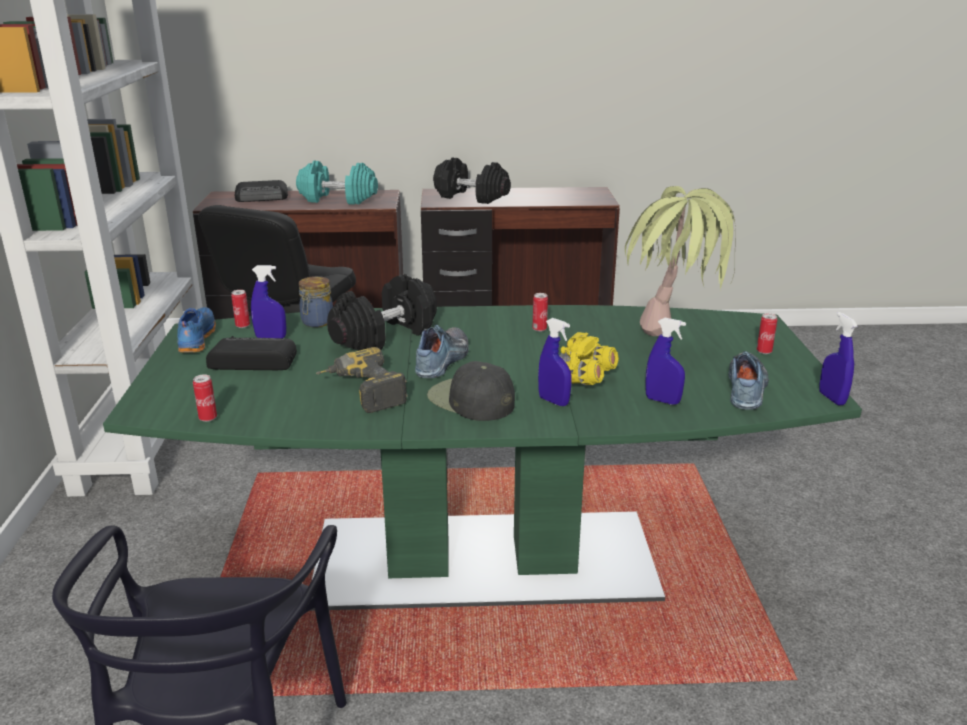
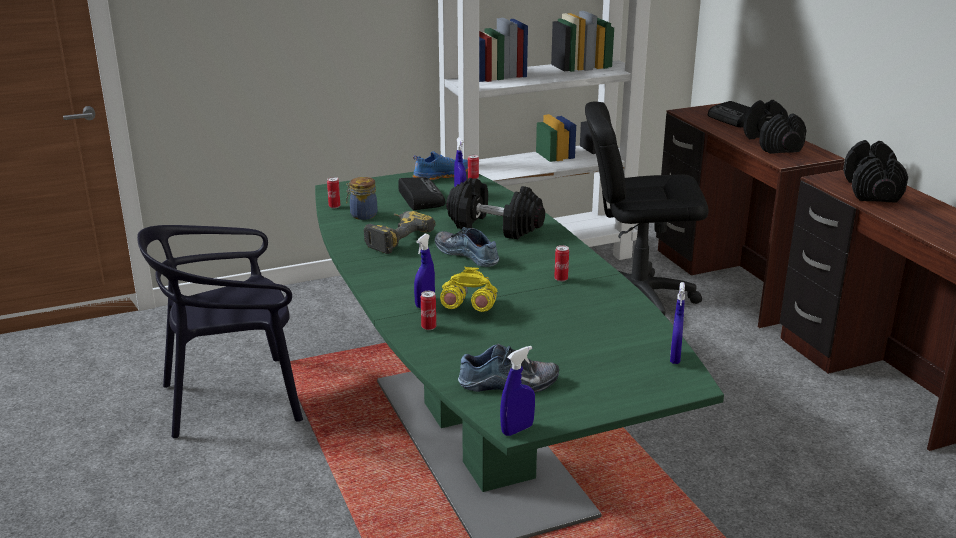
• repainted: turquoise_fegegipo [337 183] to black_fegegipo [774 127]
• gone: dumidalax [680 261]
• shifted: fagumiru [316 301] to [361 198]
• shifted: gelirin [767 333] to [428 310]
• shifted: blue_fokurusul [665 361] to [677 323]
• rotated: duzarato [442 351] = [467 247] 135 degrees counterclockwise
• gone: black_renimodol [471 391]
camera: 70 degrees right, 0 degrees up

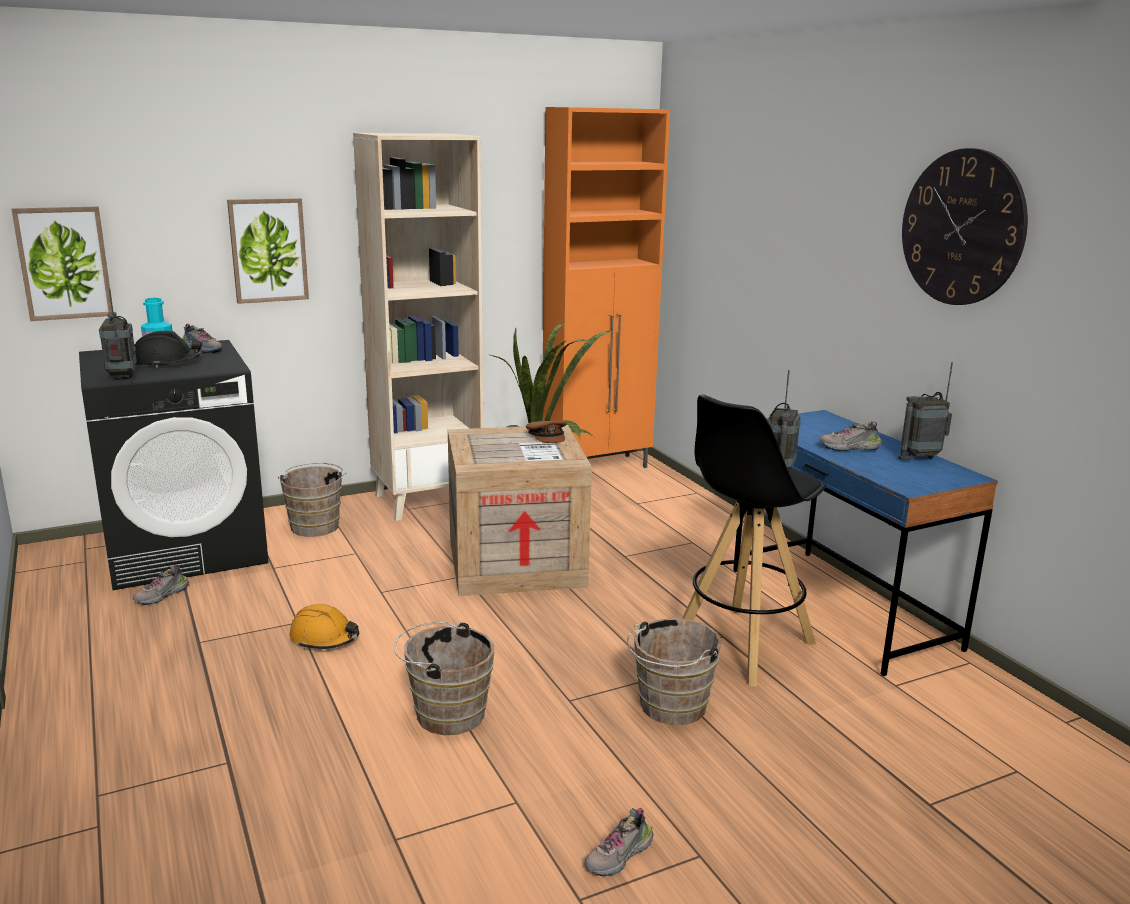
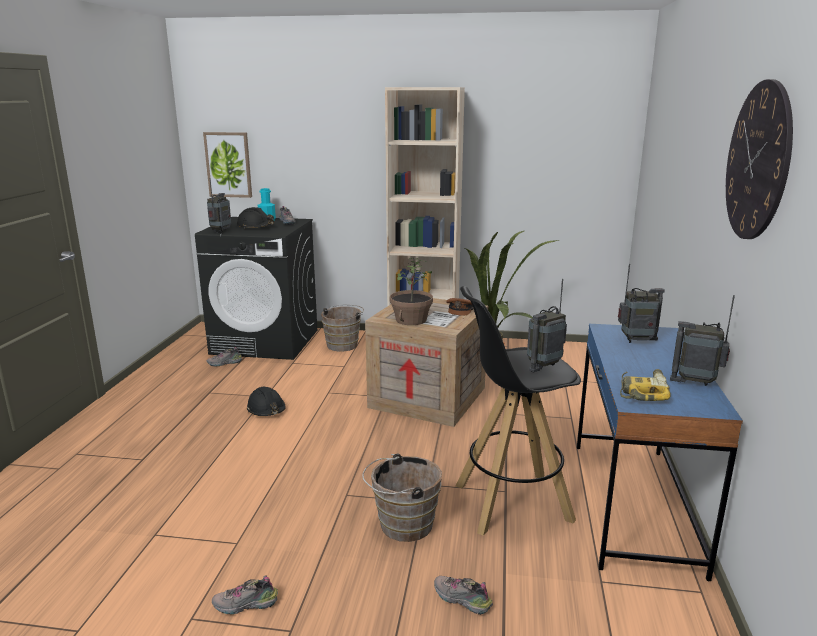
• gone: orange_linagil [606 287]
• gone: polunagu [268 251]
• shifted: duzarato [851 436] to [463 595]
• repainted: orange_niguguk [324 626] to black_niguguk [266 401]
• gone: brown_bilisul [444 678]
• new: dumidalax [411 291]
• new: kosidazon [641 303]
• new: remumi [645 385]
camera: 35 degrees right, 0 degrees up

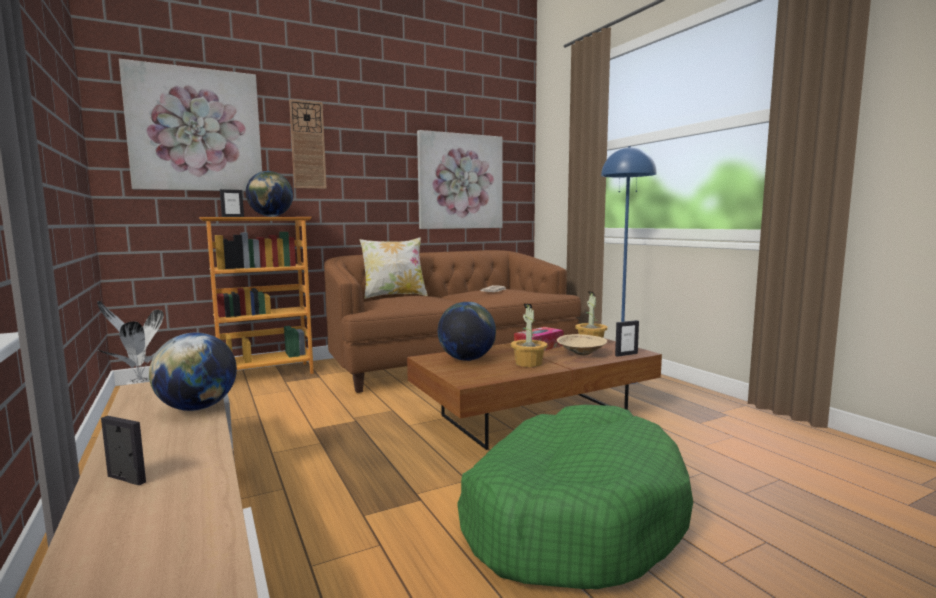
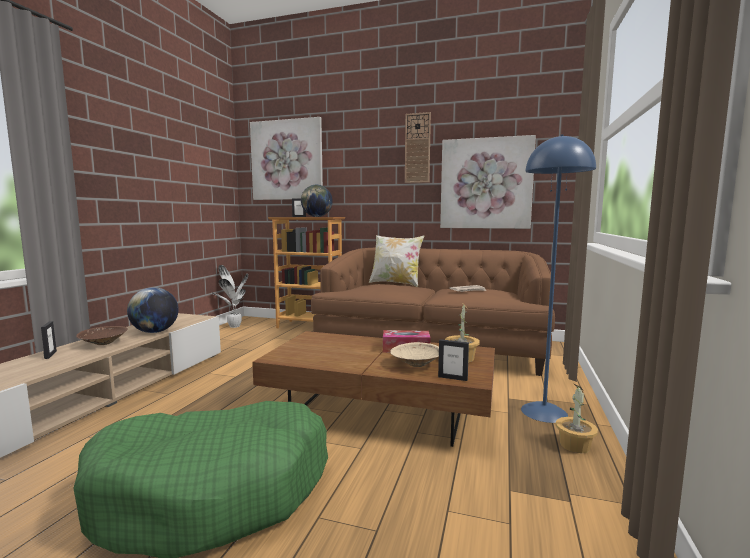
• shifted: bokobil [308 144] to [418 147]
• gone: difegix [467 331]
• shifted: dumidalax [529 335] to [576 418]
• new: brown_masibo [102 335]
camera: 45 degrees right, 0 degrees up

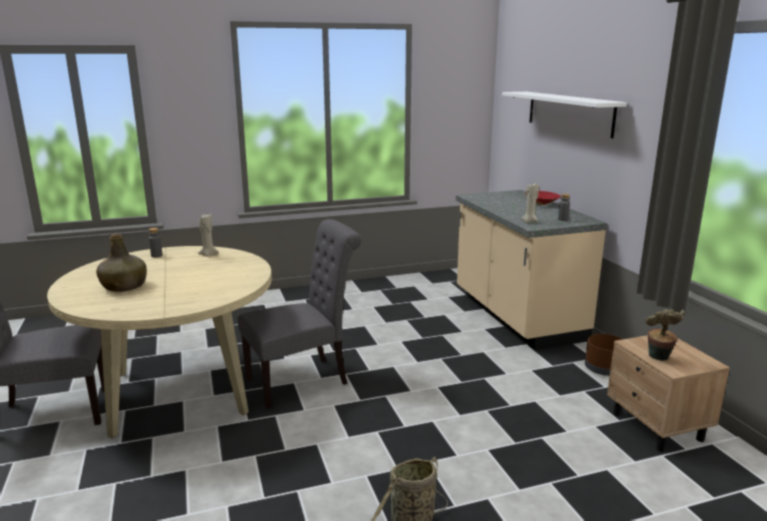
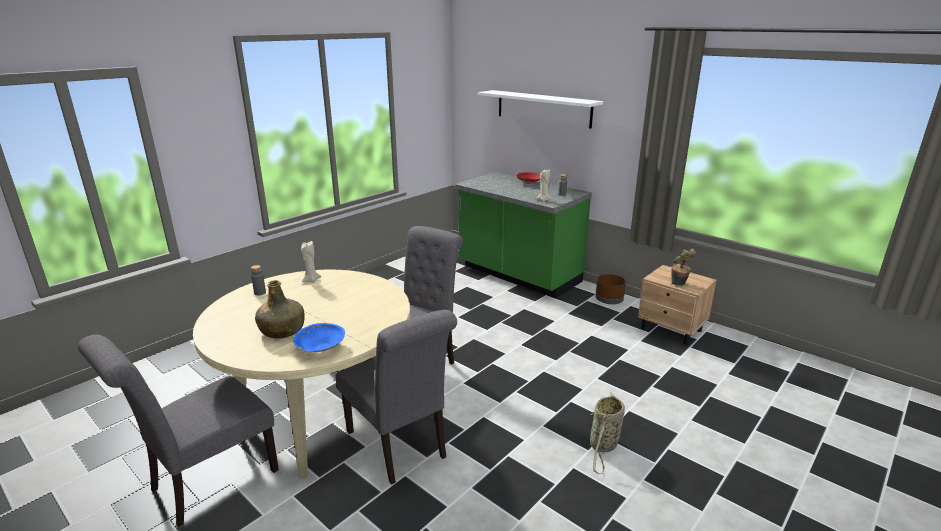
• repainted: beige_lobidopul [531 270] to green_lobidopul [523 235]
• new: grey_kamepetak [396 397]
• new: blue_masibo [319 337]
camera: 30 degrees left, 5 degrees up

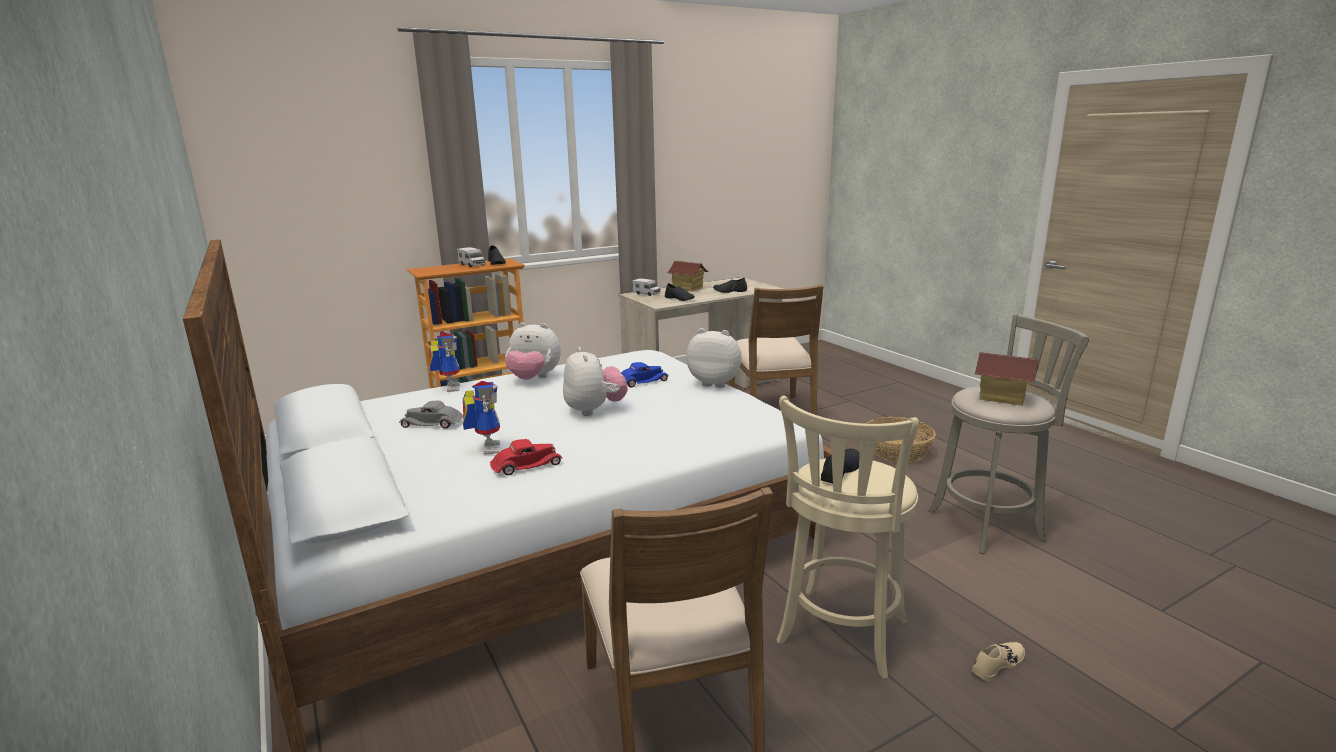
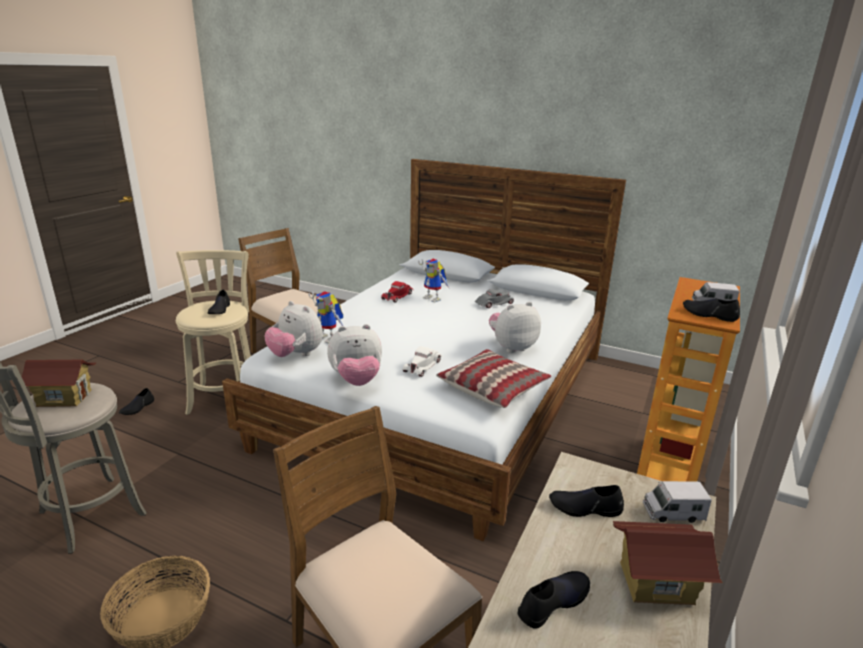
• shifted: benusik [444 362] to [325 317]
• shifted: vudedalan [595 381] to [294 329]
• repainted: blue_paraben [644 374] to white_paraben [422 361]
• repainted: beige_duzarato [998 661] to black_duzarato [136 401]
• new: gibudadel [493 378]
camera: 145 degrees right, 5 degrees up

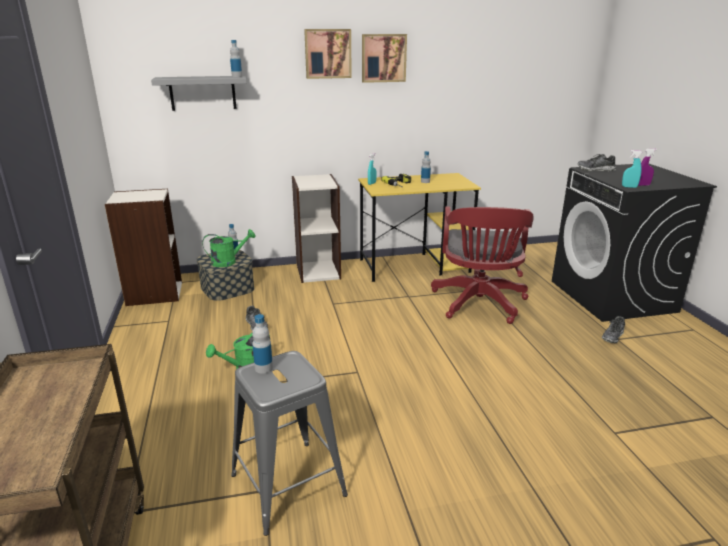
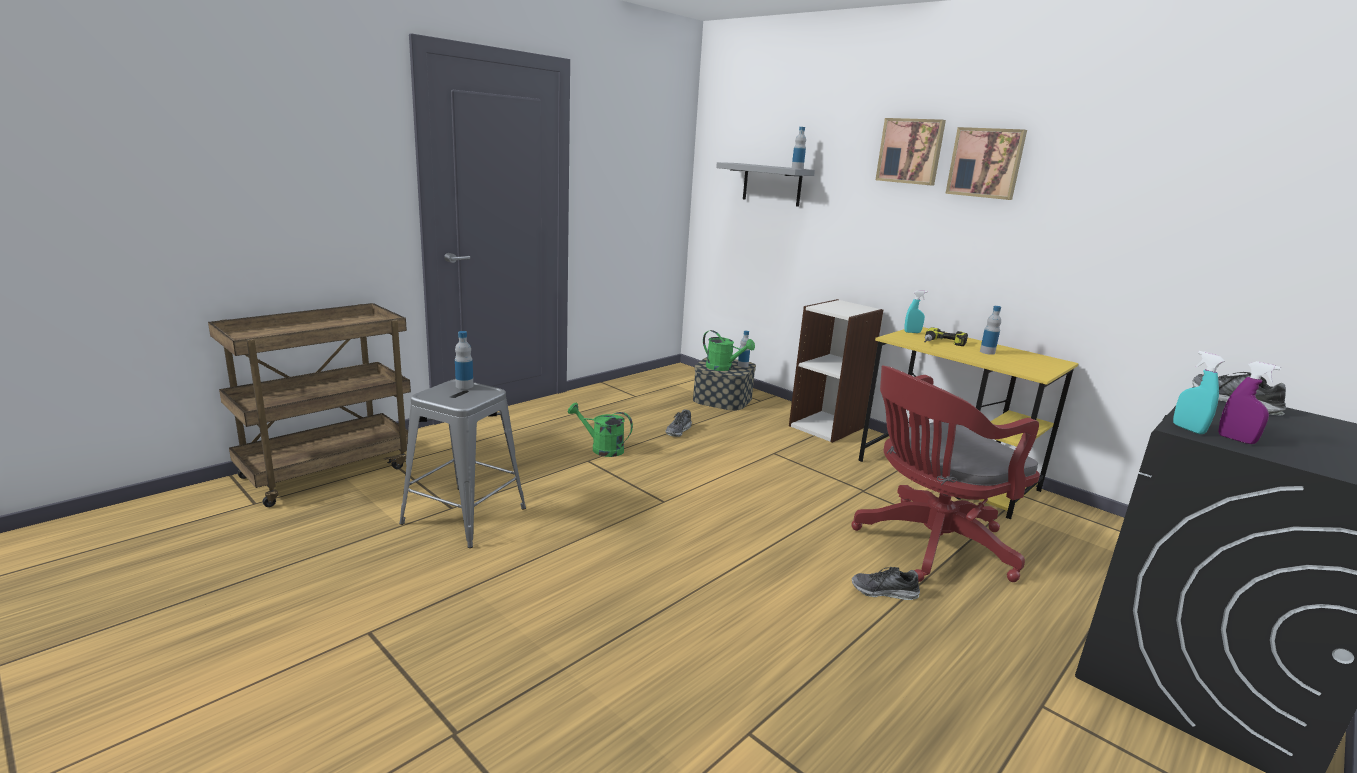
• gone: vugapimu [143 247]
• shifted: duzarato [613 329] to [886 583]
camera: 55 degrees right, 5 degrees down

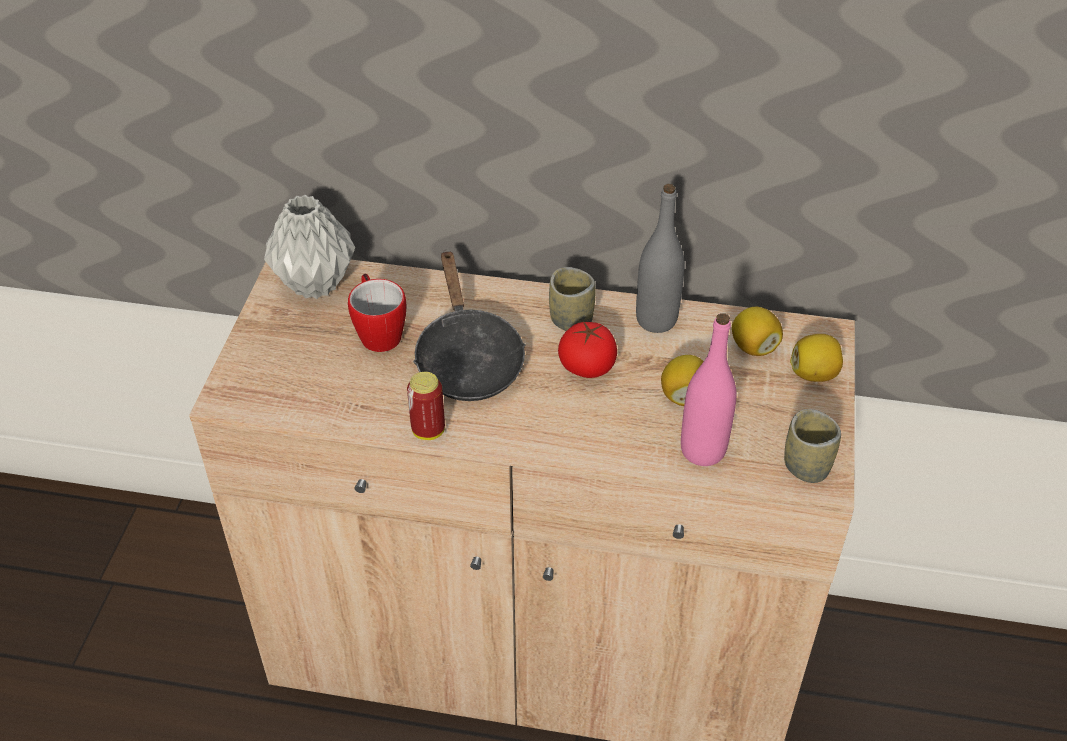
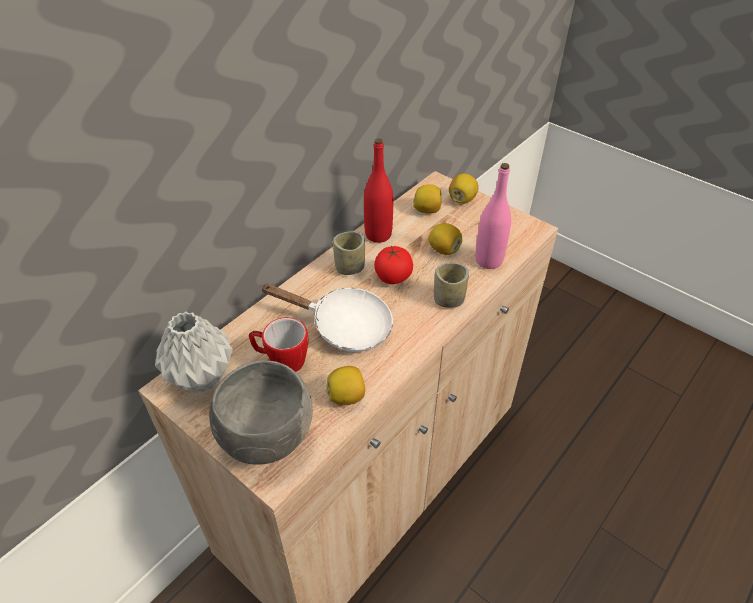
• repainted: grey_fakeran [660 258] to red_fakeran [378 190]
• repainted: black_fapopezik [469 325] to white_fapopezik [326 318]
• gone: gelirin [426 406]
• shifted: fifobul [812 446] to [451 285]
• new: grey_masibo [261 413]
• new: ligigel [345 385]
camera: 60 degrees left, 0 degrees up

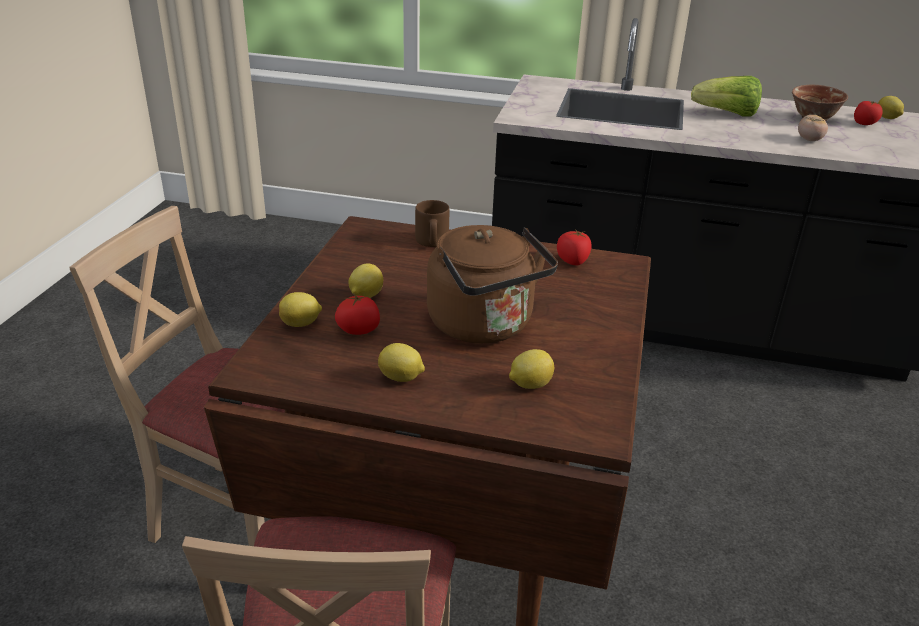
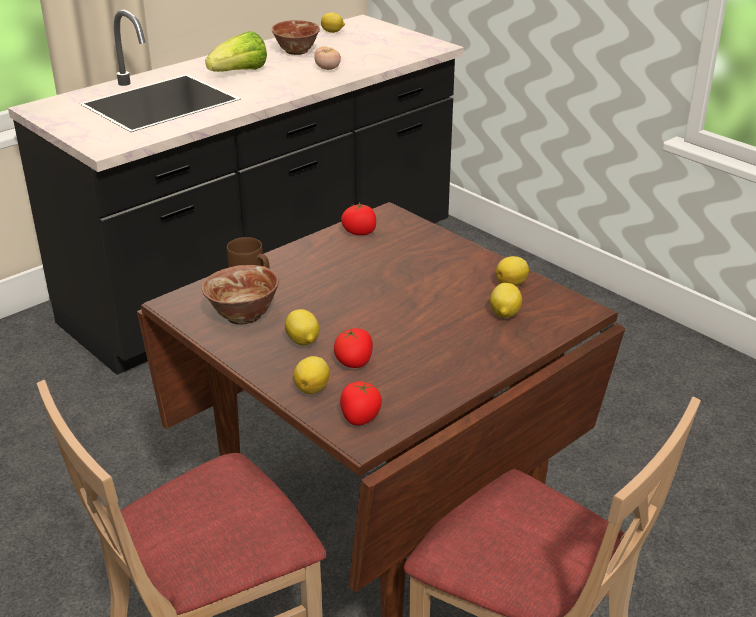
• shifted: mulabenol [868 113] to [361 403]
• gone: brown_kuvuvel [492 284]
• shifted: ligigel [401 362] to [512 271]
• new: masibo [240 295]
camera: 55 degrees left, 0 degrees up

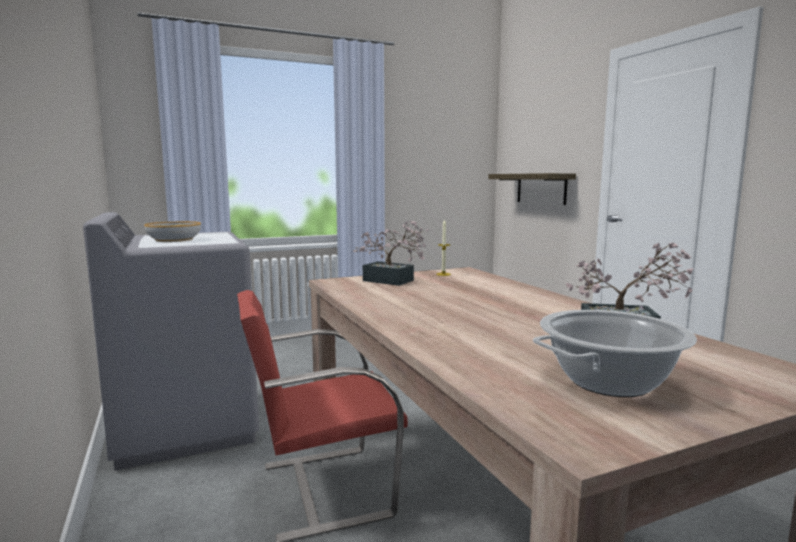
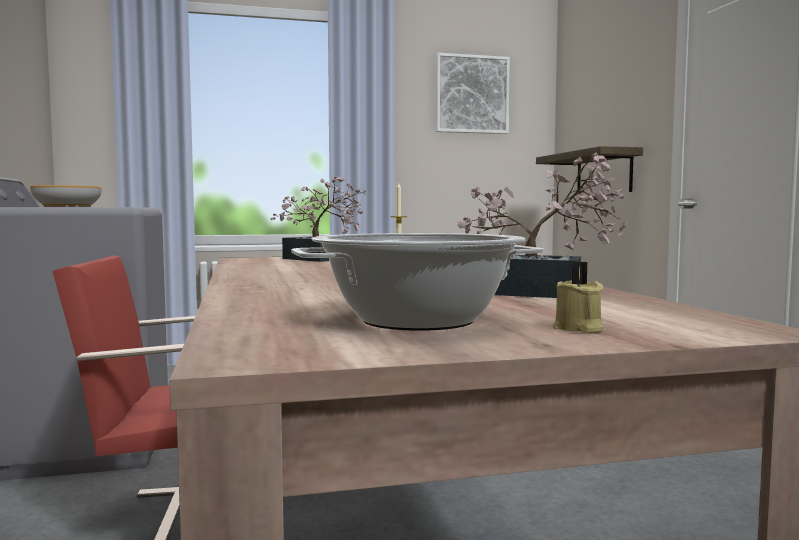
• new: polunagu [473 93]
• new: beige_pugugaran [578 297]
camera: 10 degrees right, 5 degrees down

